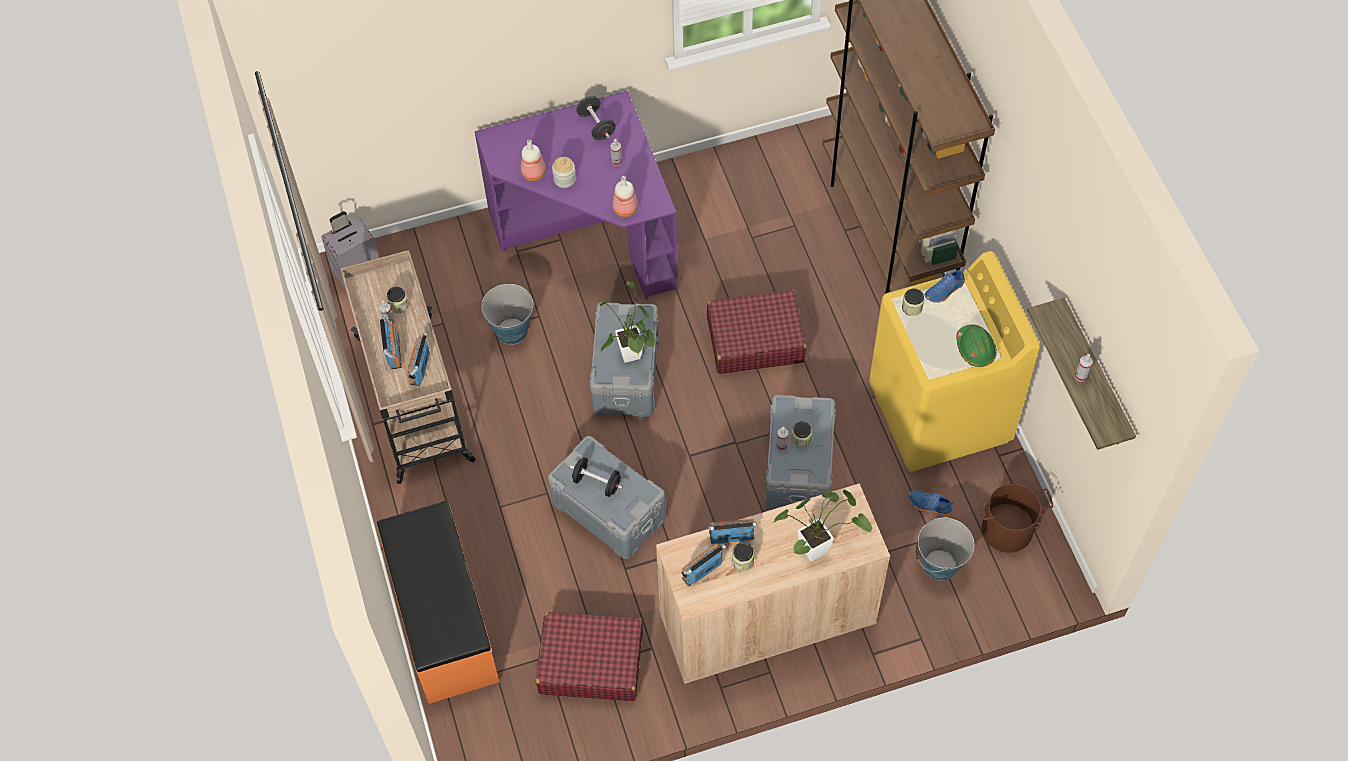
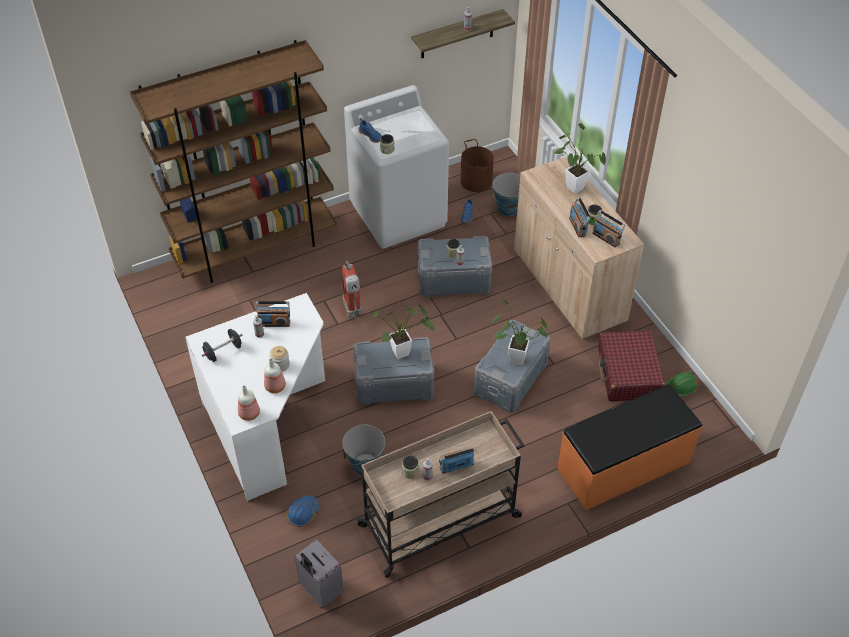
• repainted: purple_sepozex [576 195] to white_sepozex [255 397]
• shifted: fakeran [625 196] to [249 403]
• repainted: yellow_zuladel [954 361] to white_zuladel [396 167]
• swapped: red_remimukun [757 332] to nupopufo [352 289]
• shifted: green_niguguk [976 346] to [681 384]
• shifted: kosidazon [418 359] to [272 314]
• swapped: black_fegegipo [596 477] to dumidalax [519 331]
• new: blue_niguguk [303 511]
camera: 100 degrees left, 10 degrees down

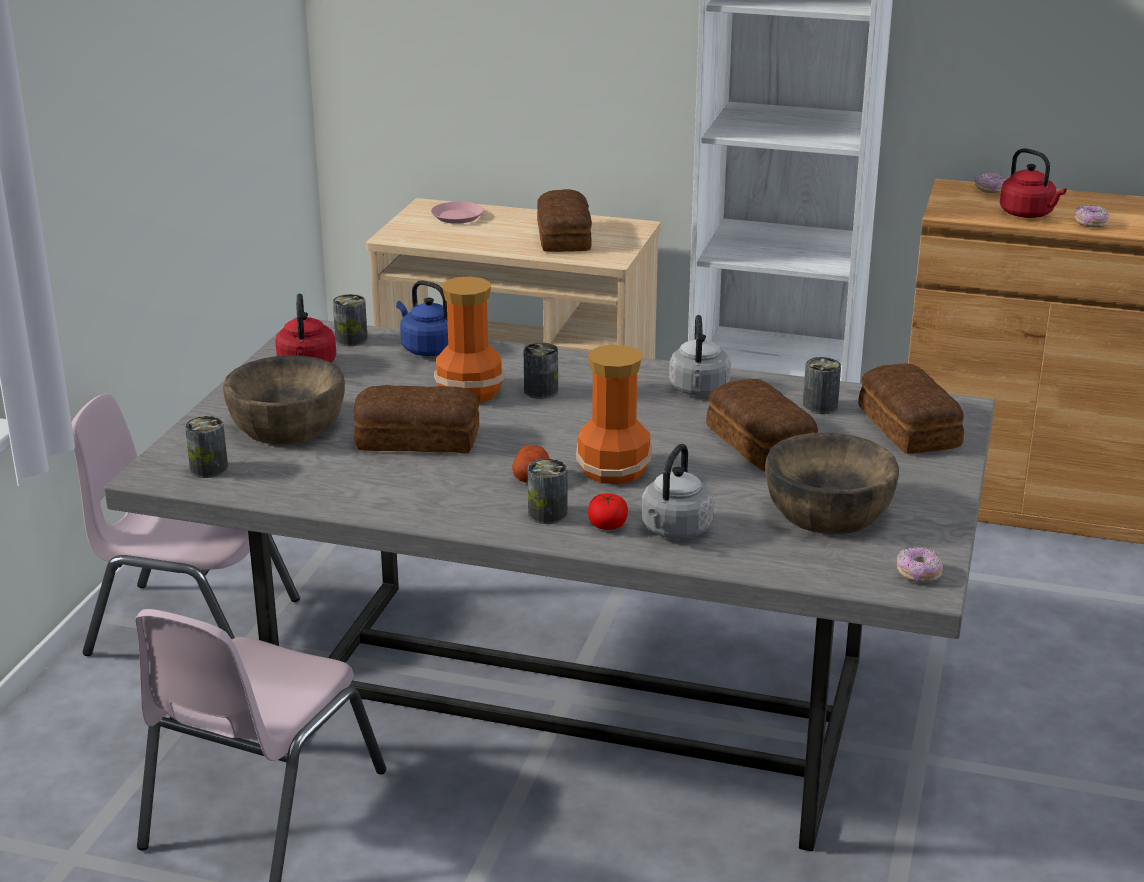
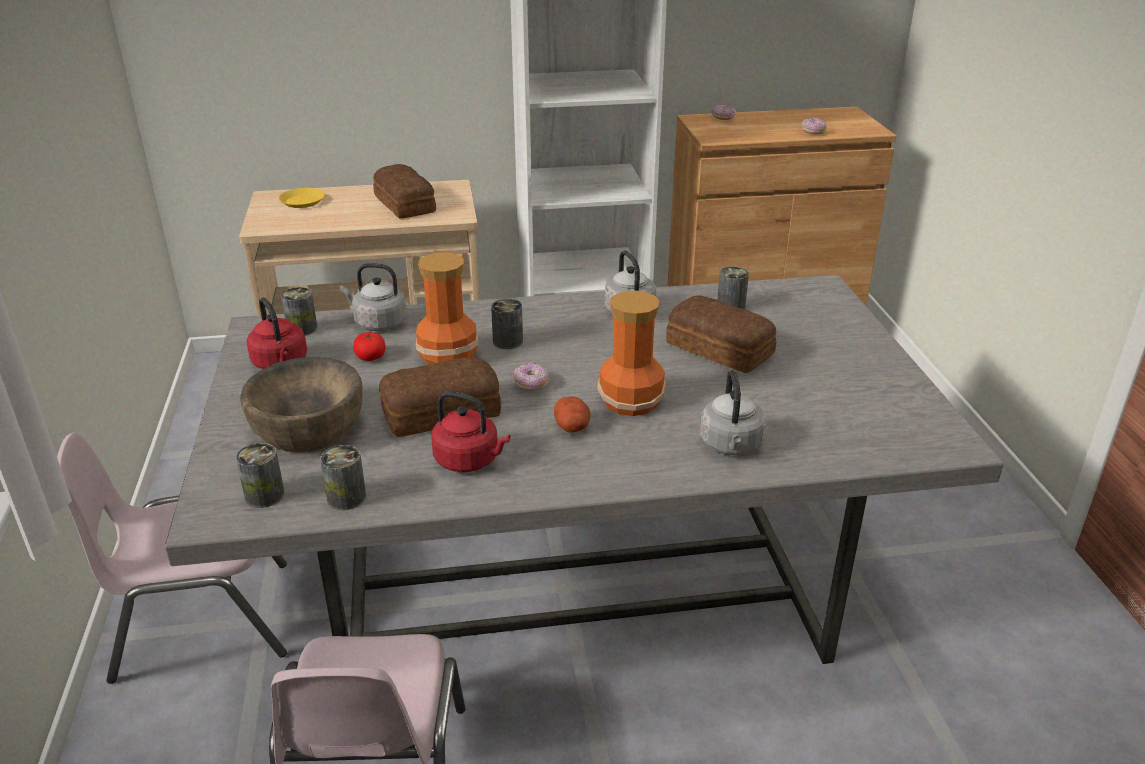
• shifted: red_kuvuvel [1033 183] to [471 431]
• repainted: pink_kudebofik [457 212] to yellow_kudebofik [302 198]
• repainted: blue_kuvuvel [422 318] to grey_kuvuvel [373 297]
• gone: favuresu [911 408]
• gone: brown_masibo [832 483]
• shifted: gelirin [548 491] to [343 477]
• shifted: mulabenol [608 511] to [369 346]
• shifted: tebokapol [920 565] to [531 377]
camera: 25 degrees left, 5 degrees up

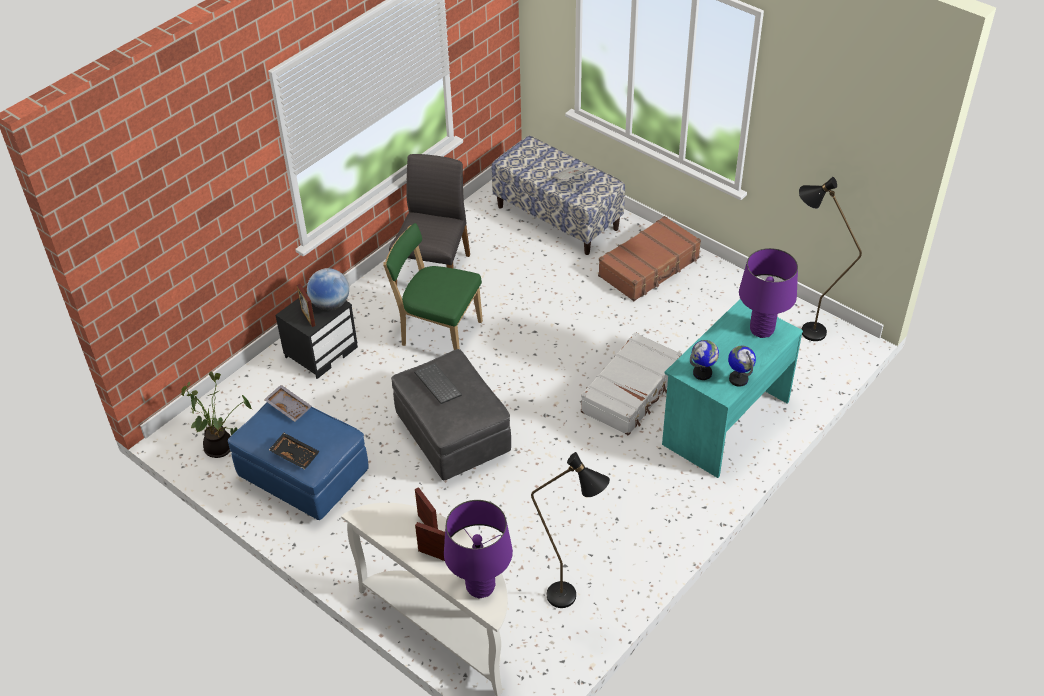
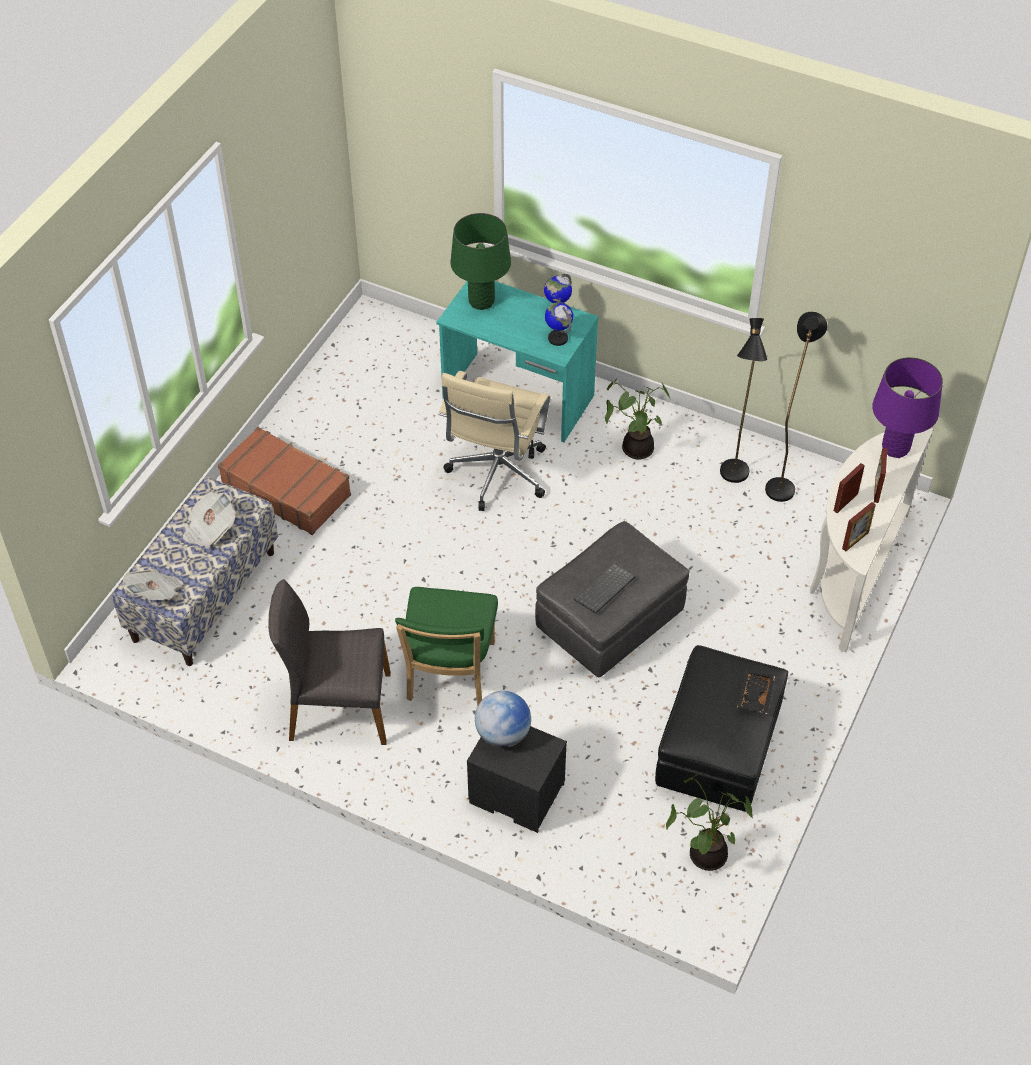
• shifted: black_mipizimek [830 259] to [743 400]
• repainted: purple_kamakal [768 293] to green_kamakal [481 261]
• shifted: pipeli [306 305] to [859 526]
• swapped: white_remimukun [631 383] to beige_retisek [494 441]
• gone: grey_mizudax [288 403]
• repainted: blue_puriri [298 461] to black_puriri [721 728]
• new: dumidalax [638 418]
• new: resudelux [153 585]
camera: 105 degrees left, 5 degrees up

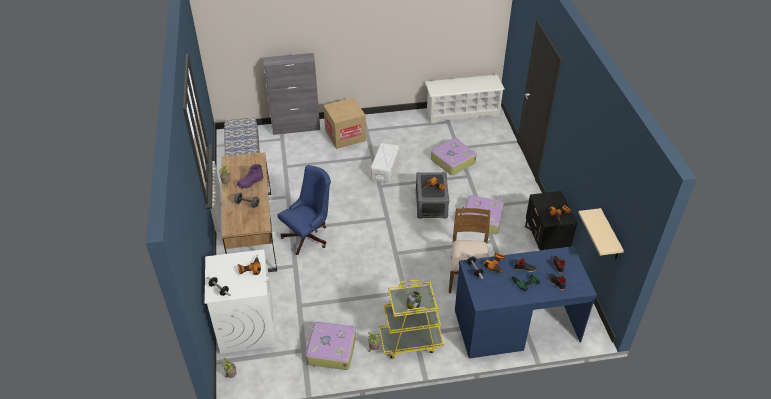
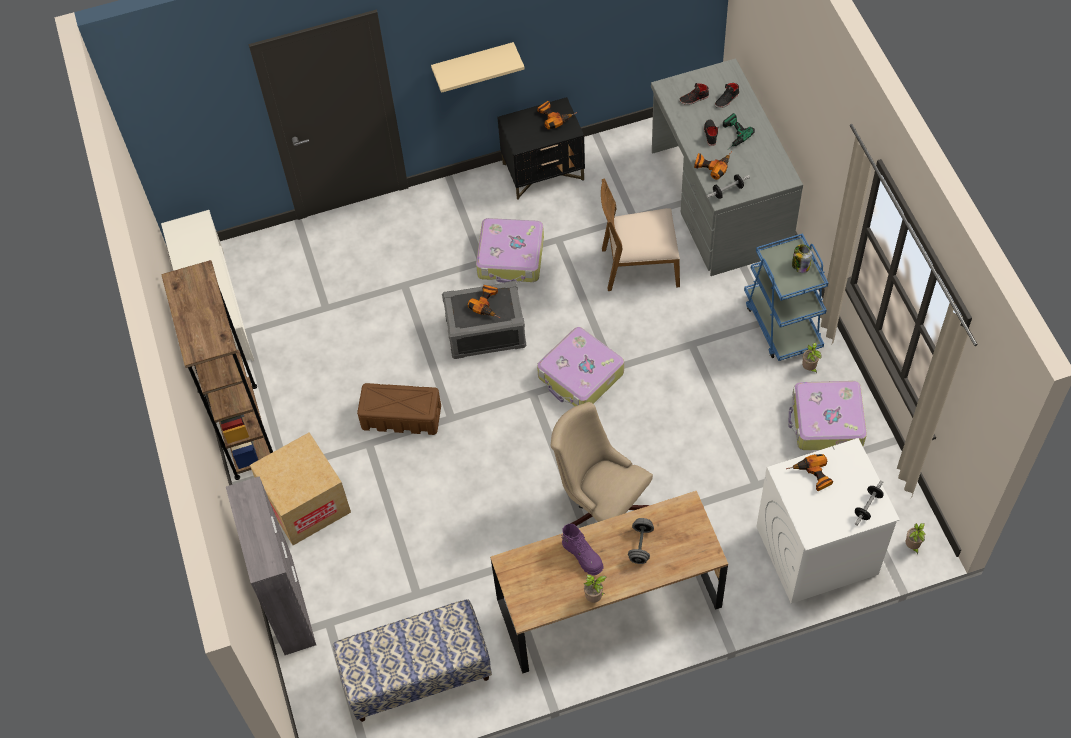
• shifted: remimukun [454 156] to [580 366]
• repainted: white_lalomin [385 163] to brown_lalomin [399 409]
• repainted: blue_retisek [304 210] to beige_retisek [601 464]
• shifted: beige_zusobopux [601 233] to [478 67]
• repainted: blue_sepozex [526 302] to grey_sepozex [727 167]
• repainted: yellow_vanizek [411 319] to blue_vanizek [786 297]
• new: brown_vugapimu [217 370]
camera: 95 degrees left, 15 degrees up

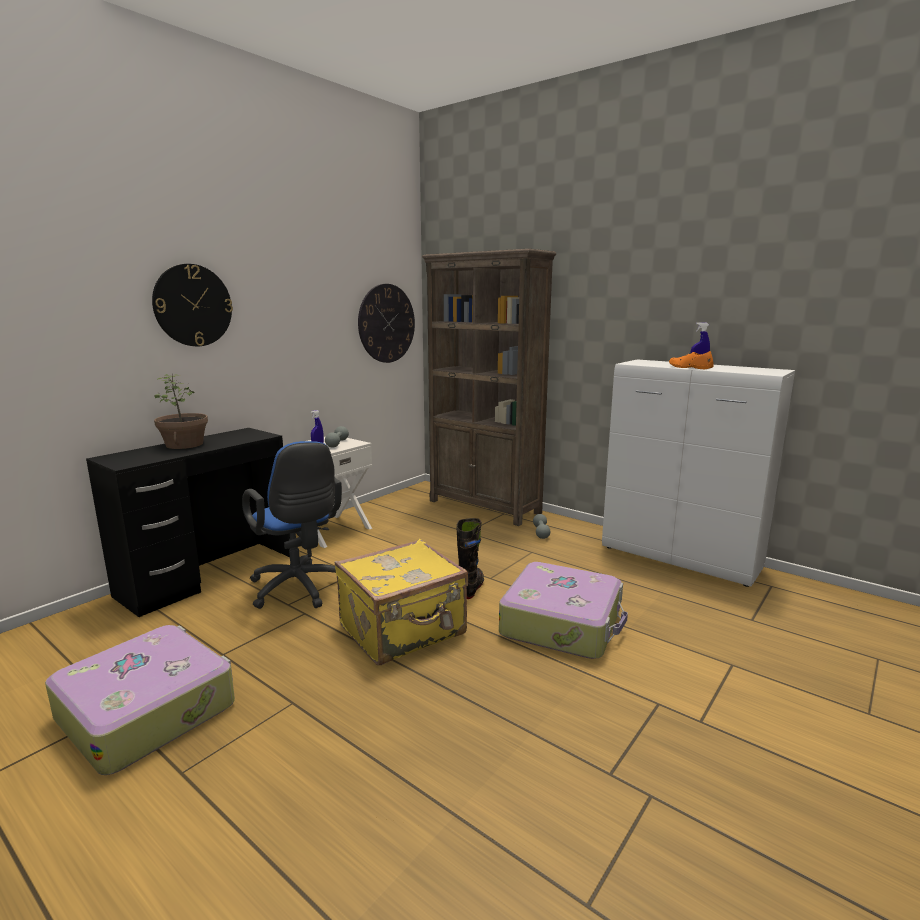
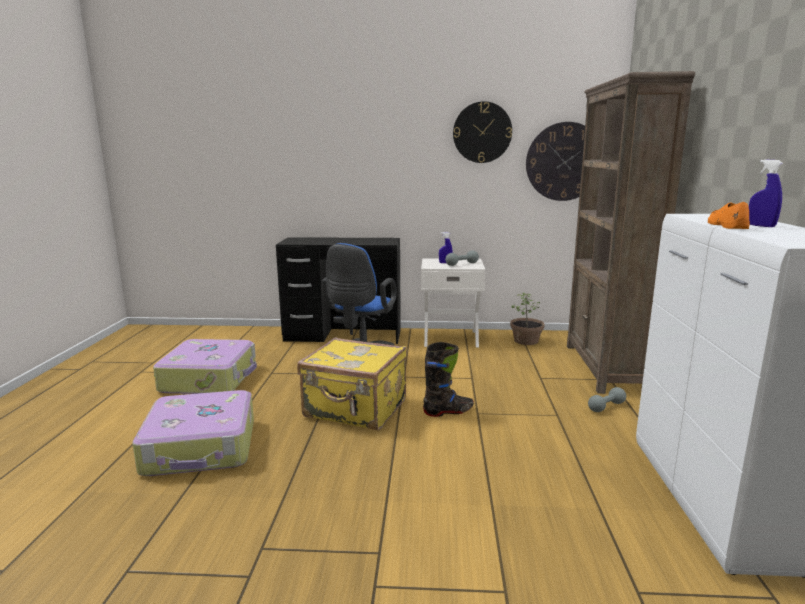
• shifted: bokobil [192 305] to [482 132]
• shifted: dumidalax [181 411] to [527 319]
• shifted: remimukun [563 610] to [193 433]
camera: 55 degrees right, 0 degrees up

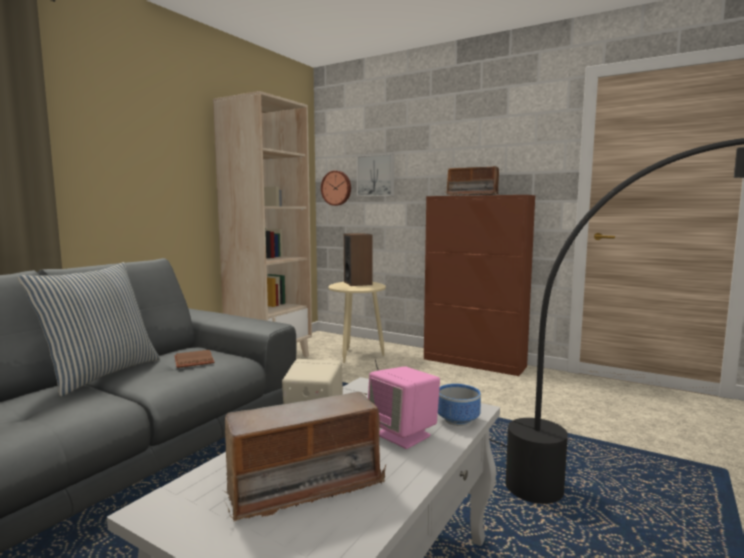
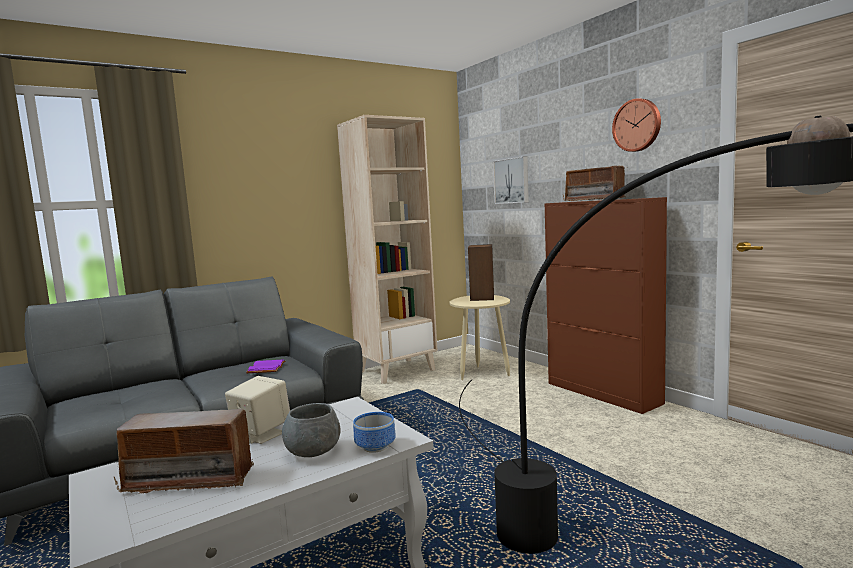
• shifted: bokobil [336 188] to [636 125]
• gone: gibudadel [88 329]
• repainted: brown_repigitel [194 359] to purple_repigitel [266 366]
• swapped: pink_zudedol [404 407] to grey_masibo [311 430]
camera: 25 degrees right, 0 degrees up

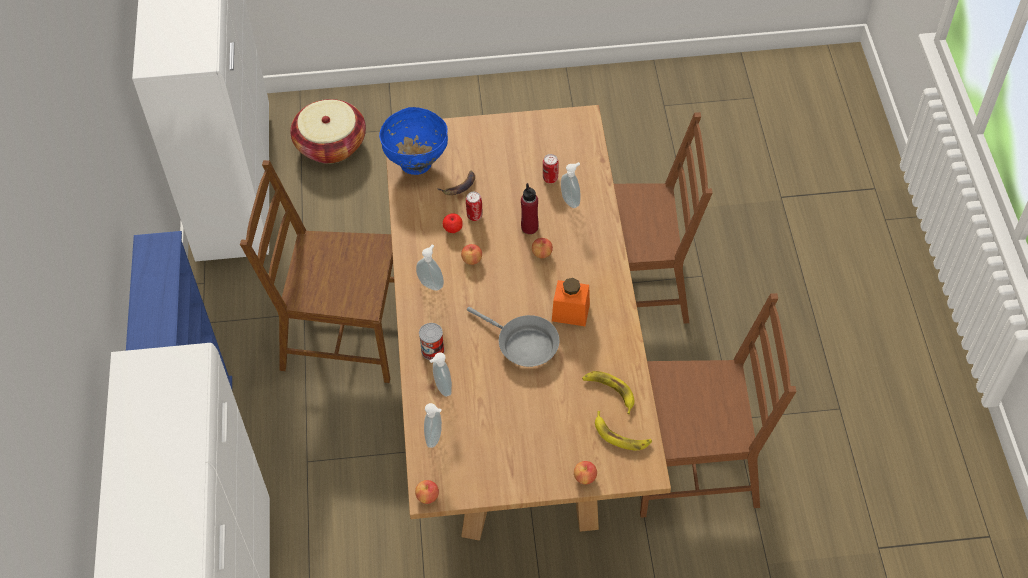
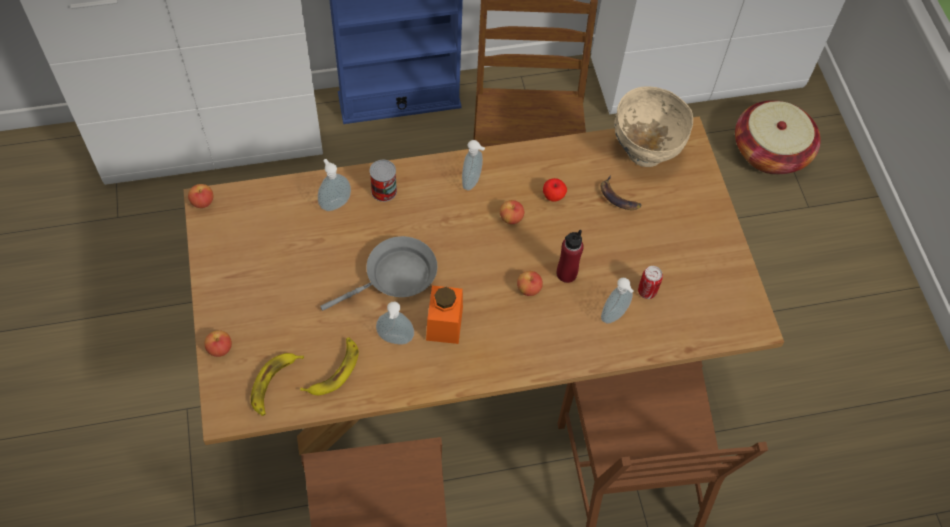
• repainted: blue_masibo [413 141] to beige_masibo [653 126]
• gone: gelirin [474 206]
• rotated: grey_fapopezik [513 337] = [378 273] 150 degrees counterclockwise
• shifted: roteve [433 425] to [395 323]
camera: 80 degrees right, 5 degrees up

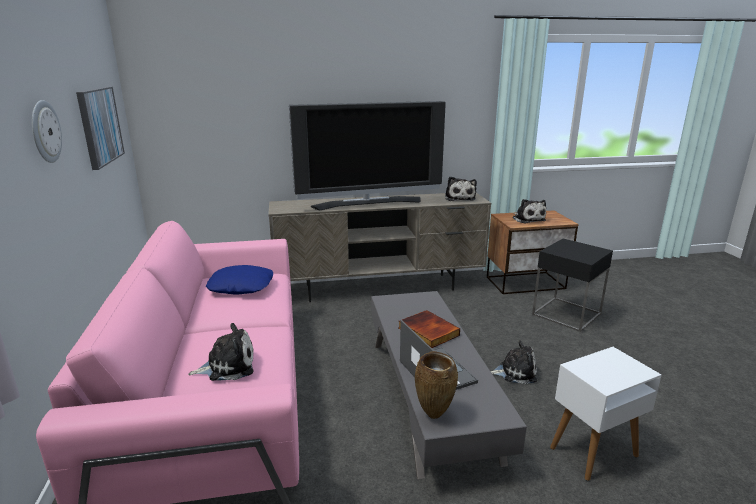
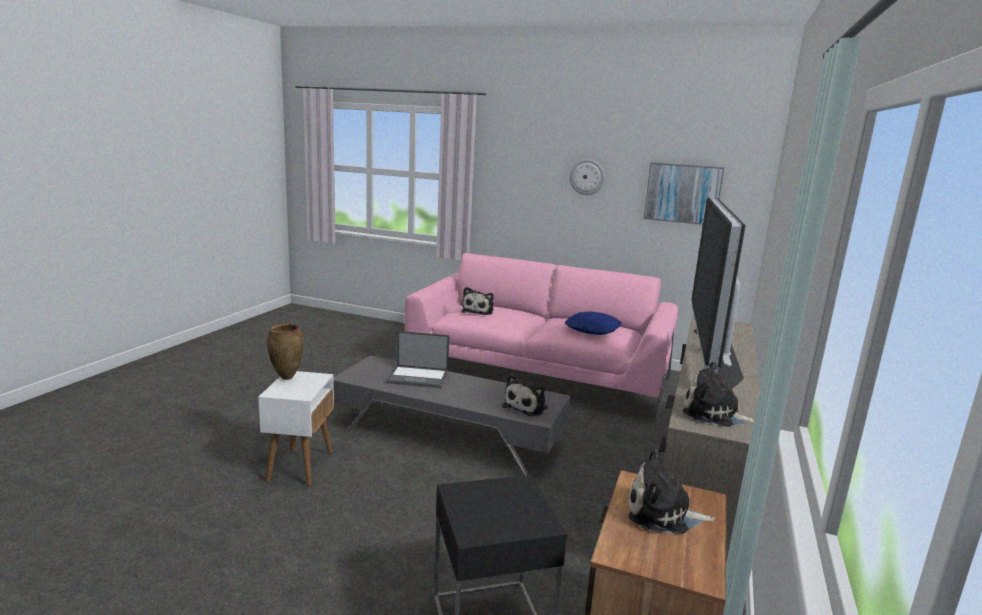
• gone: repigitel [429 329]
• shifted: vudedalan [514 362] to [525 395]
• shifted: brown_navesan [436 385] to [285 352]
camera: 120 degrees right, 5 degrees down

